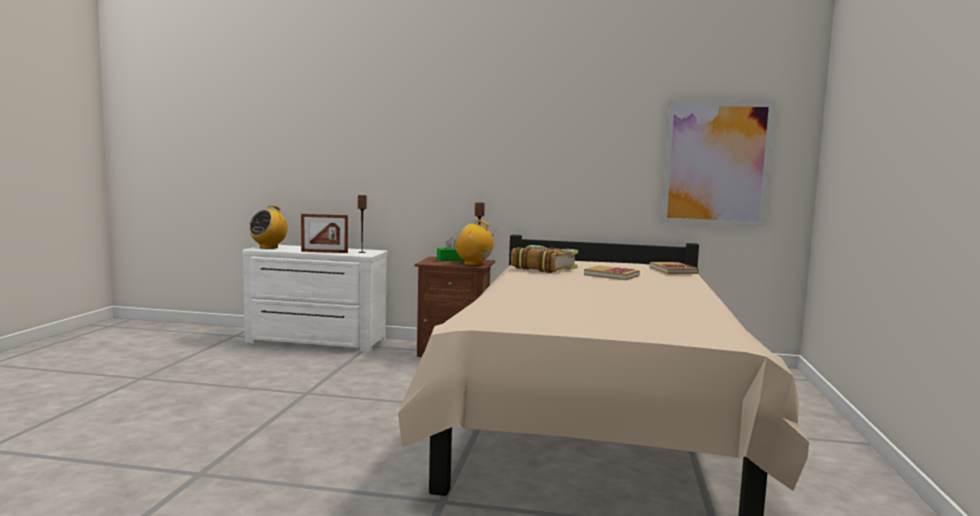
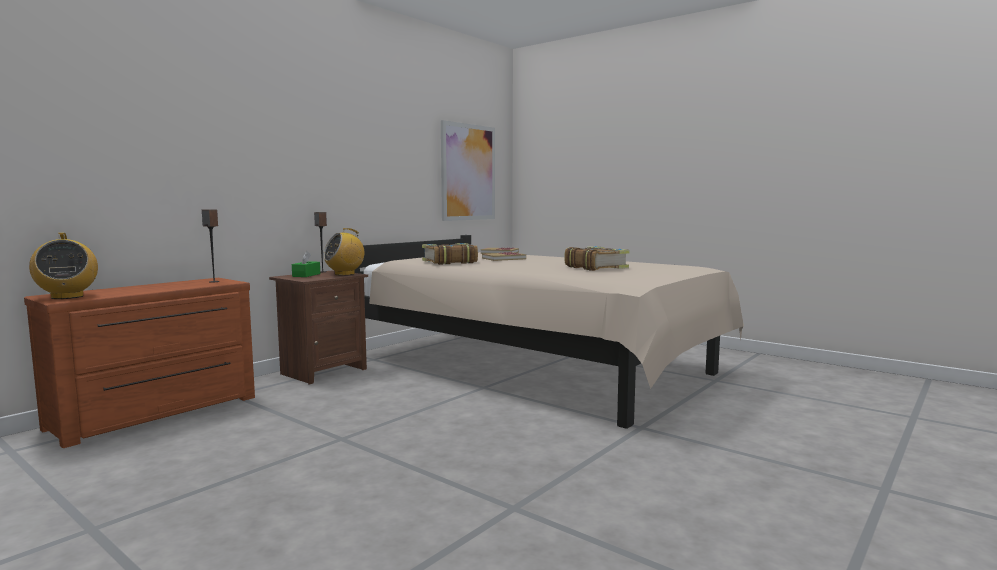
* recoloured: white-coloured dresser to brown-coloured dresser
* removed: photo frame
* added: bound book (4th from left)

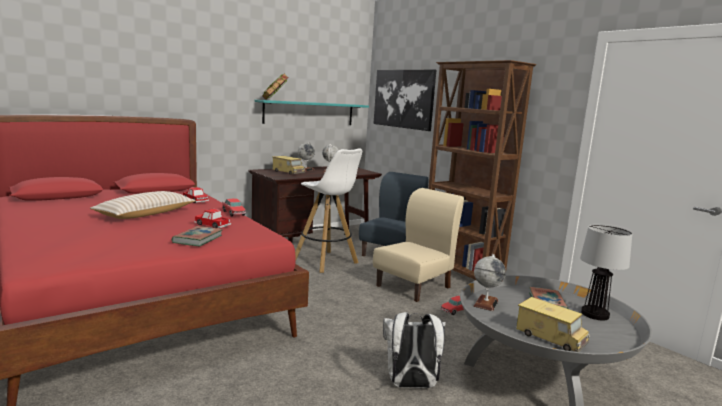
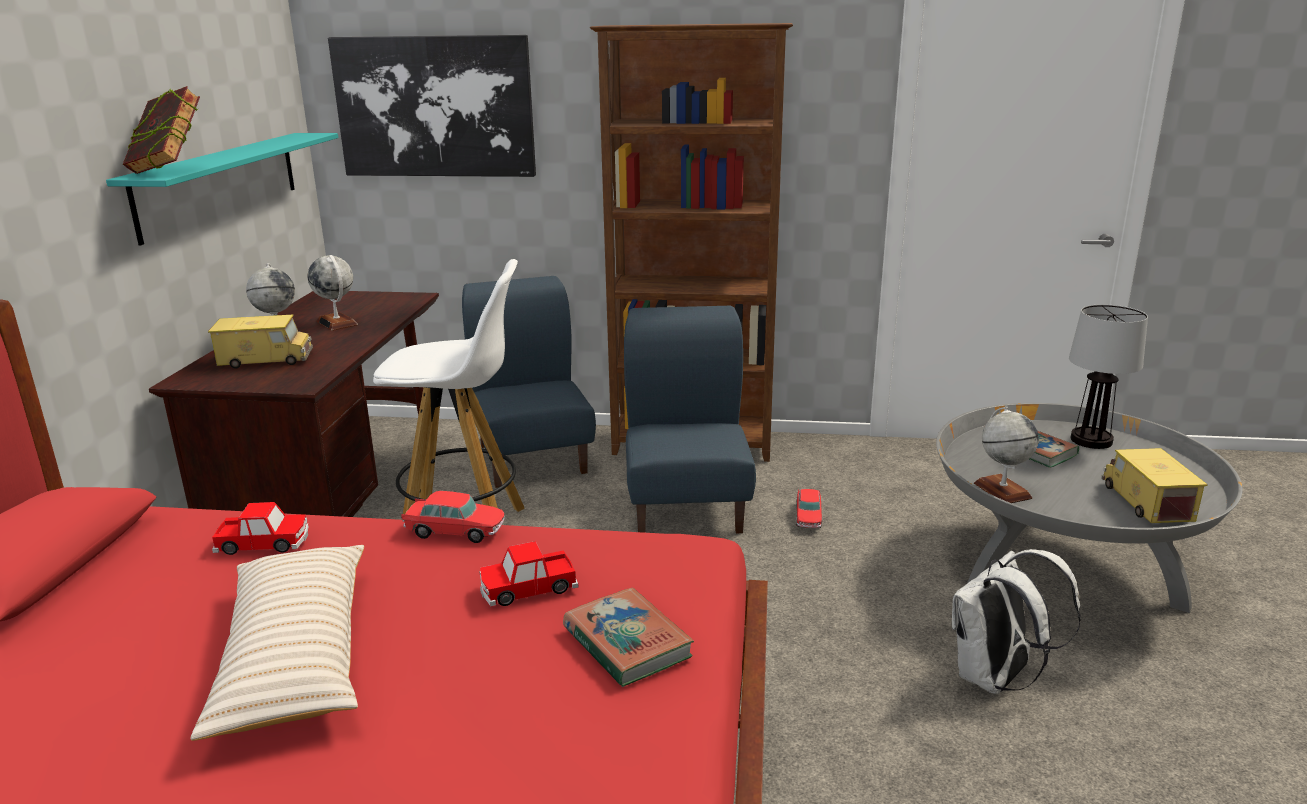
* recoloured: beige-coloured upright chair to bluish upright chair (2nd from left)
* turned: model truck (2nd from left) 90 degrees counterclockwise

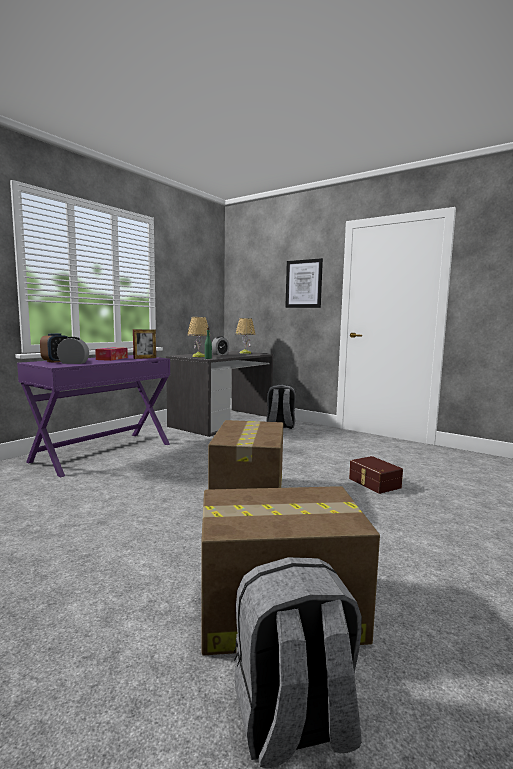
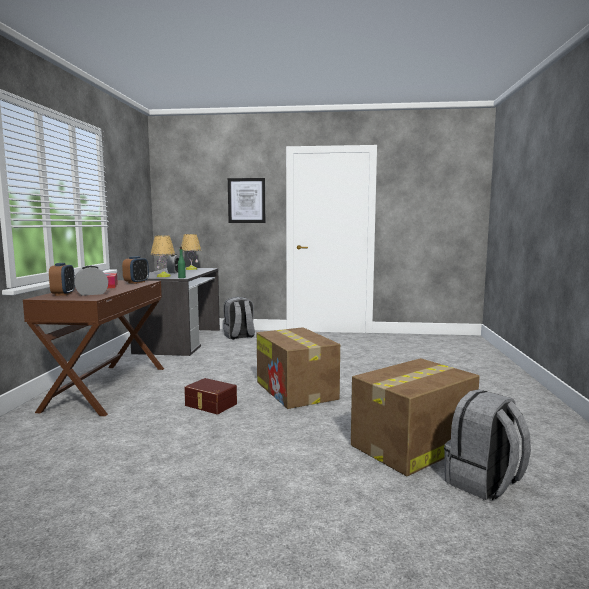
* recoloured: purple-coloured desk to brown-coloured desk
* replaced: photo frame to table clock (3rd from left)
* moved: brown-coloured storage box

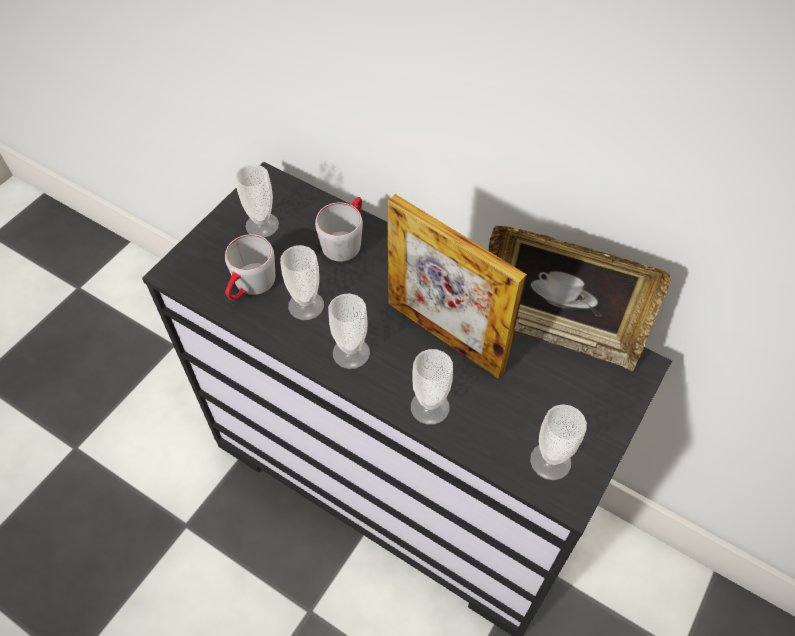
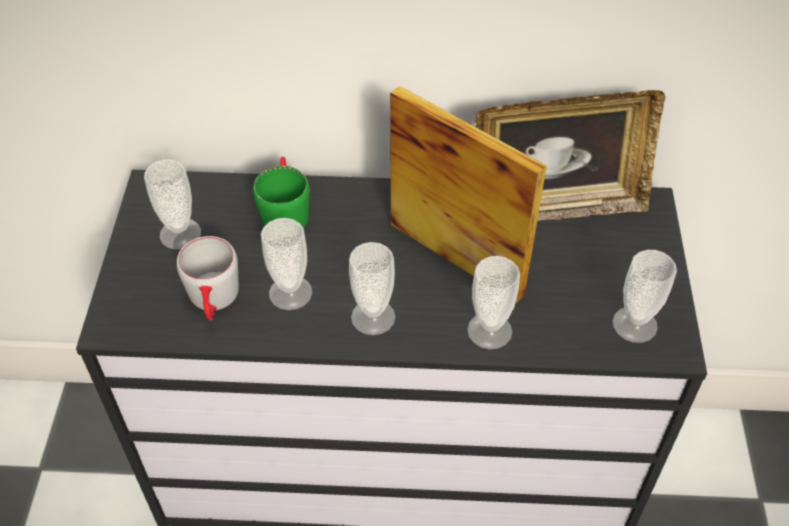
* recoloured: grey mug (2nd from left) to green mug
* turned: photo frame (1st from left) 150 degrees counterclockwise

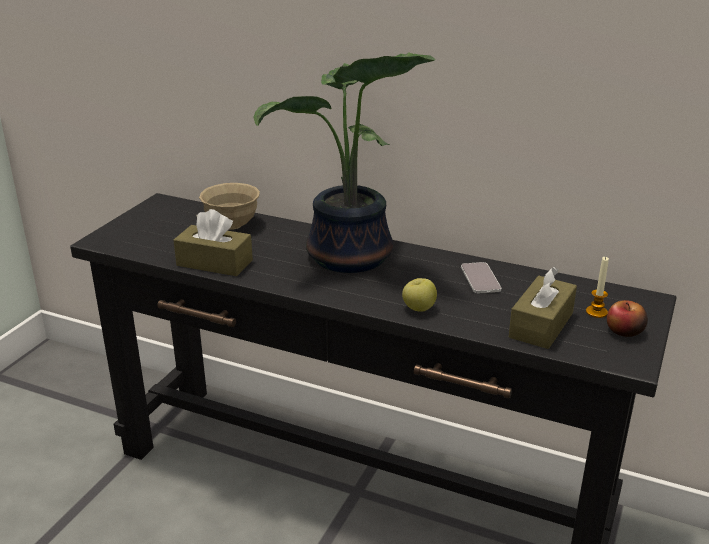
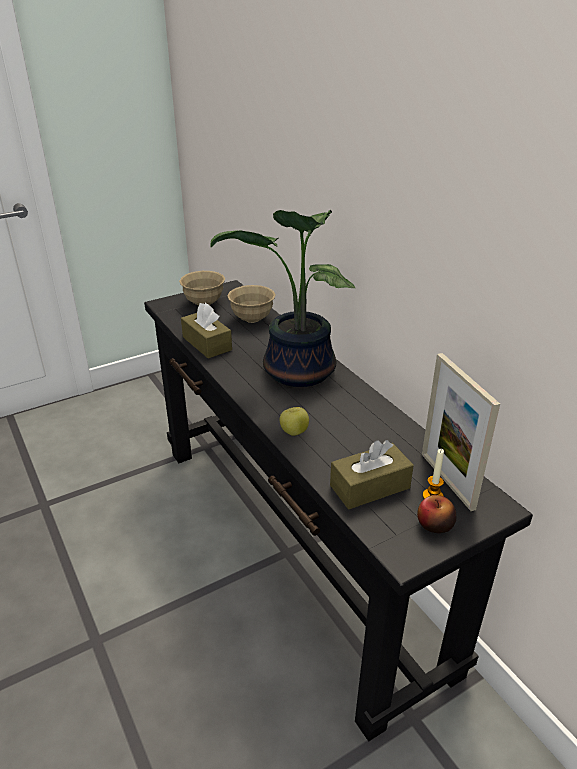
* removed: phone
* added: beige-coloured deep dish (1st from left)
* added: photo frame

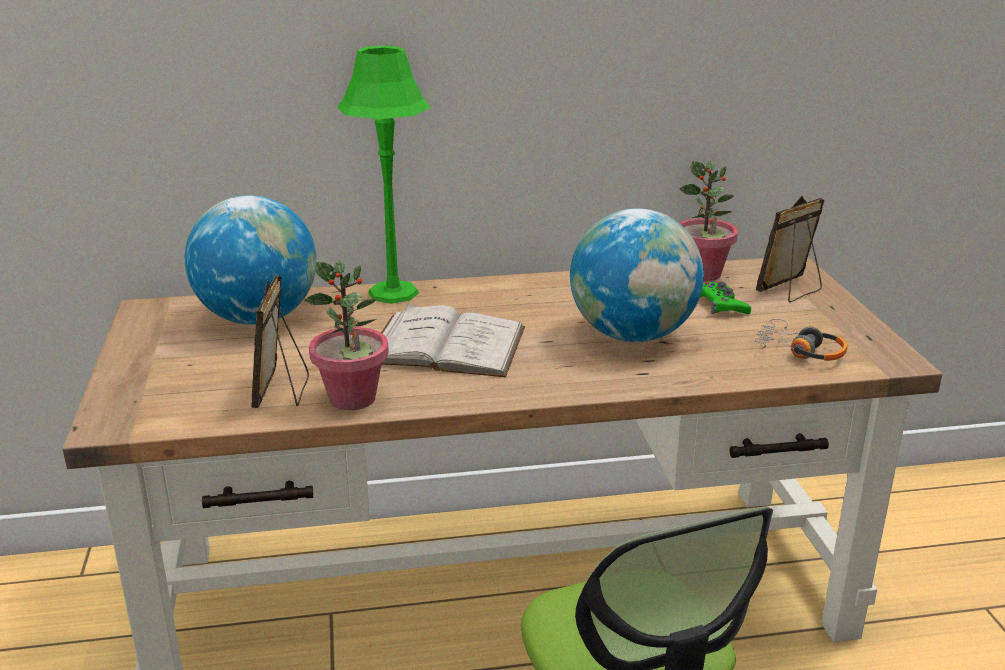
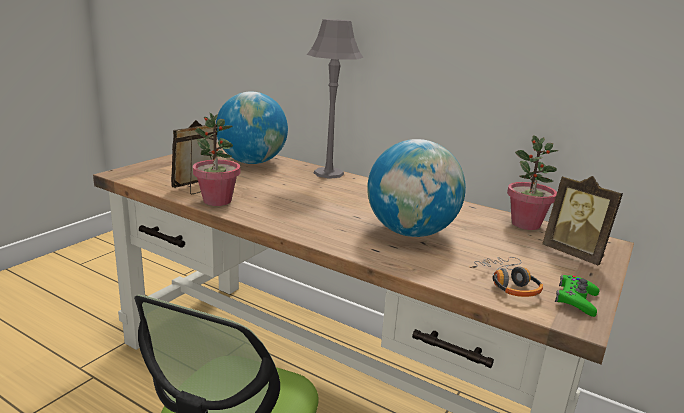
* recoloured: green tabletop lamp to grey tabletop lamp
* removed: white-coloured bound book
* moved: green game controller
* turned: photo frame (2nd from left) 135 degrees counterclockwise

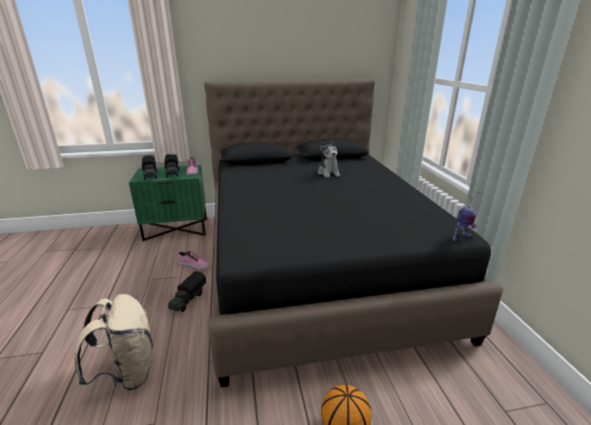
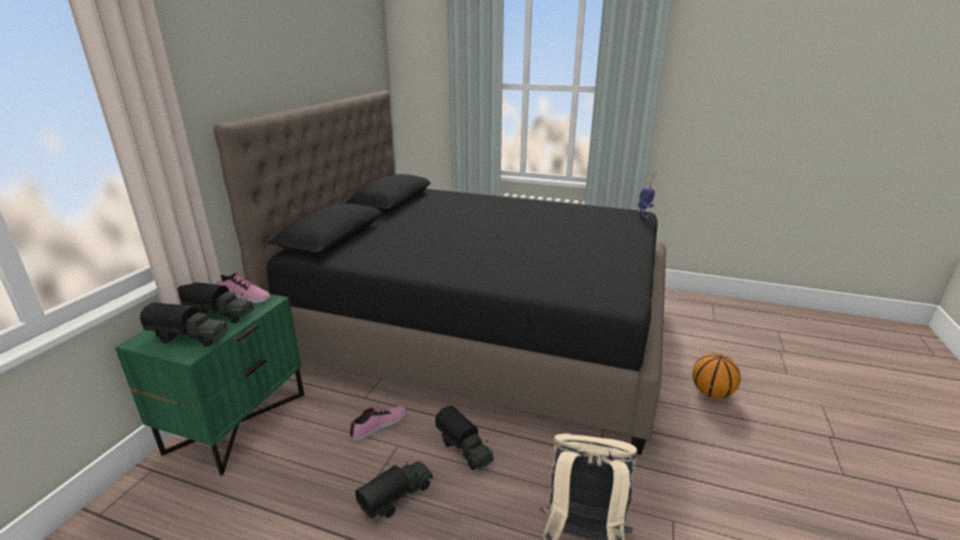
* removed: cuddly toy
* added: model truck (3rd from left)

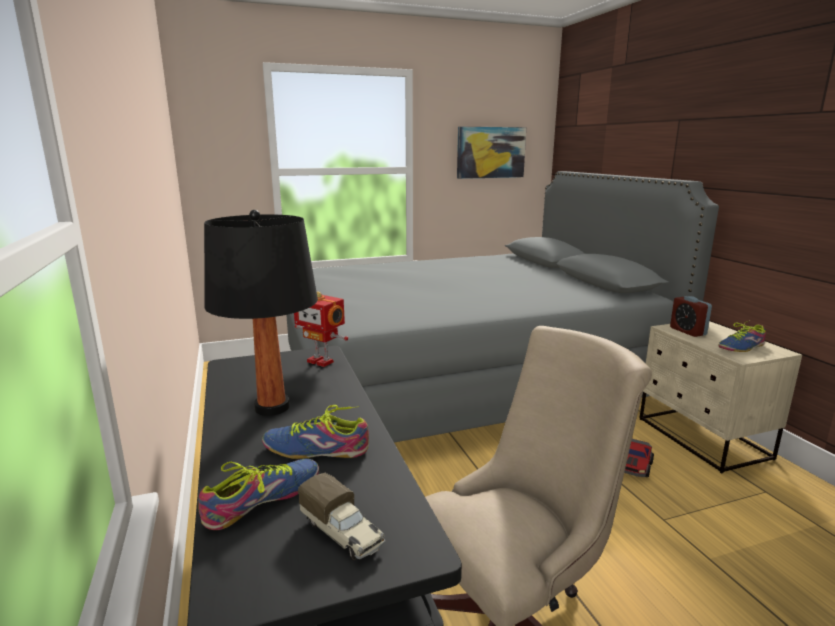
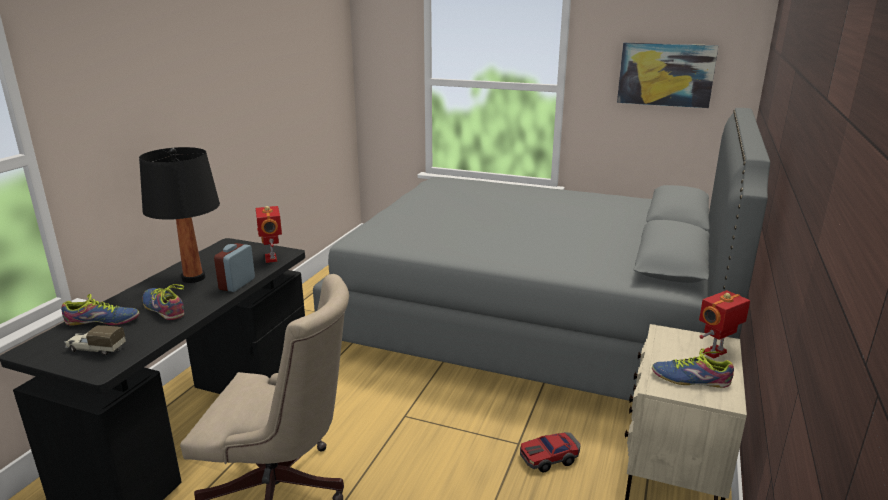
* turned: model truck 105 degrees clockwise
* moved: table clock
* added: robot figure (2nd from left)

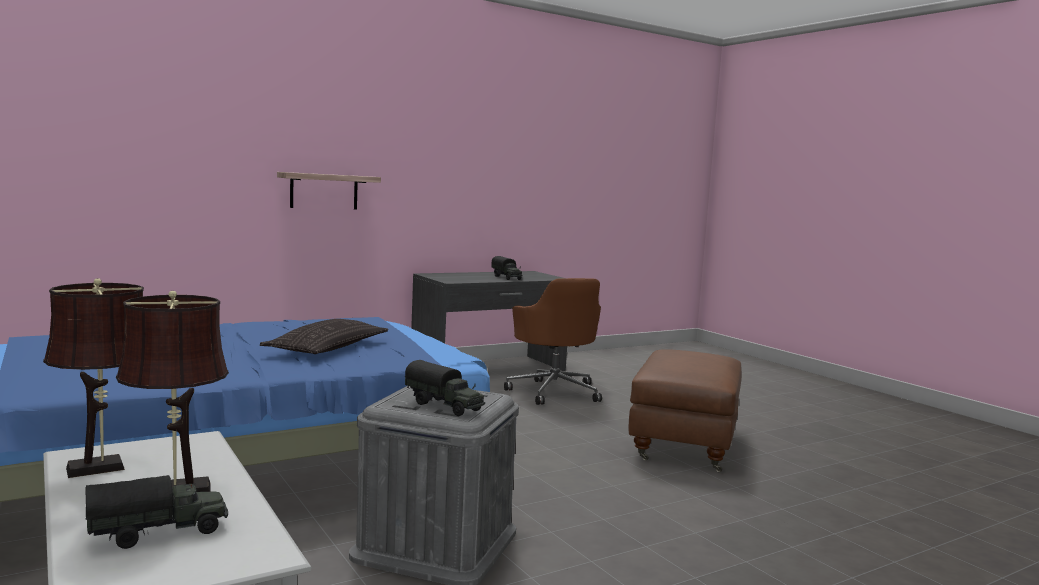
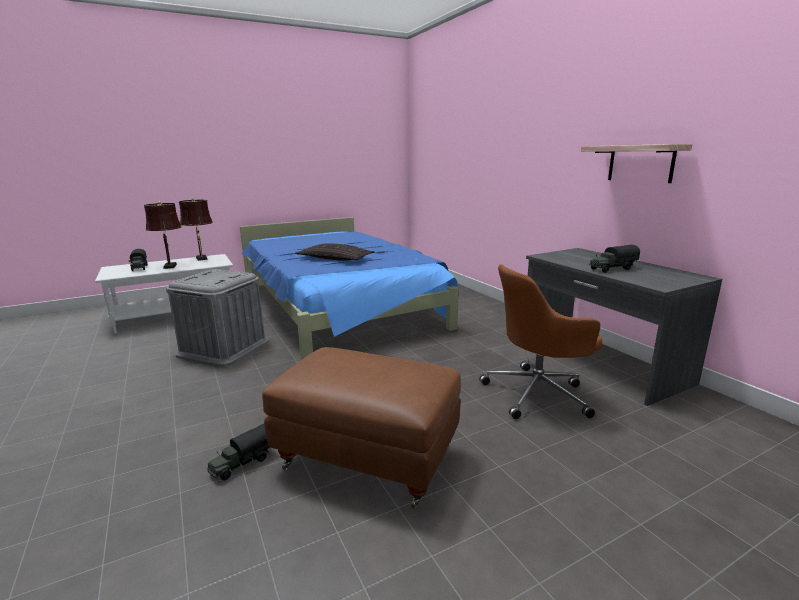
* moved: shelf
* moved: model truck (2nd from left)

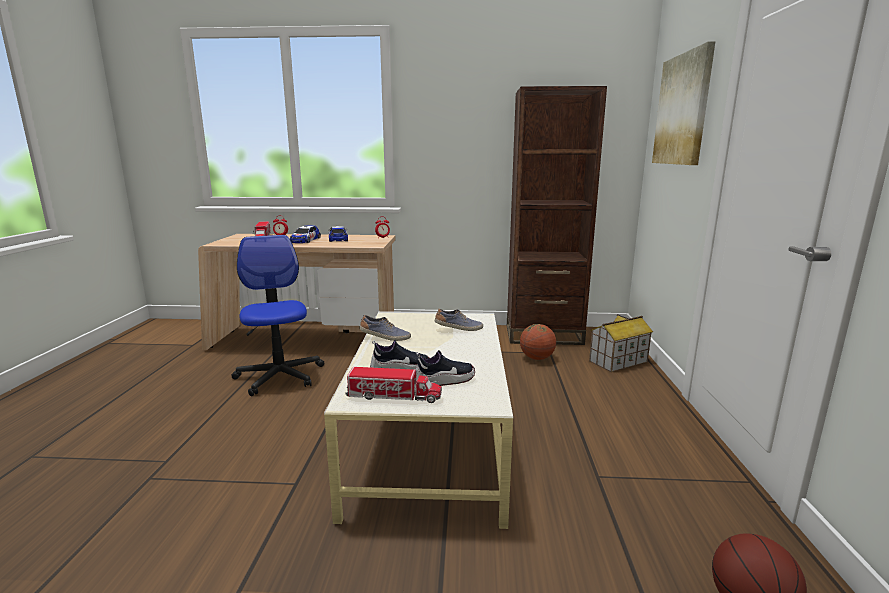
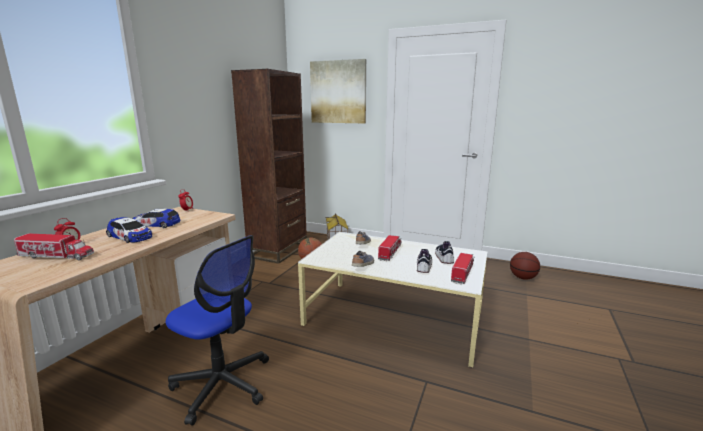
* turned: computer chair 150 degrees counterclockwise
* added: model truck (2nd from left)

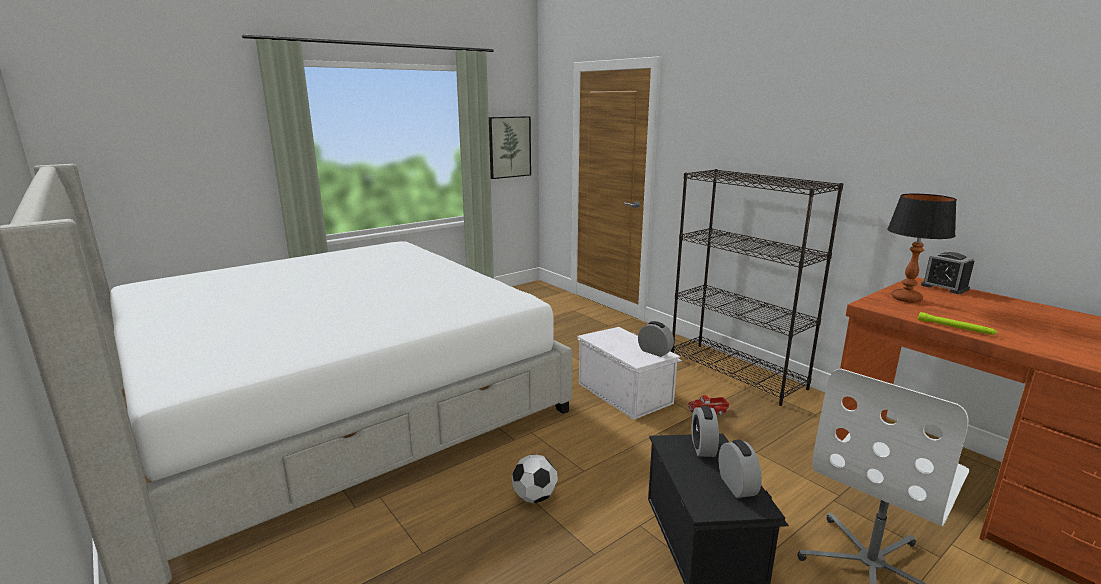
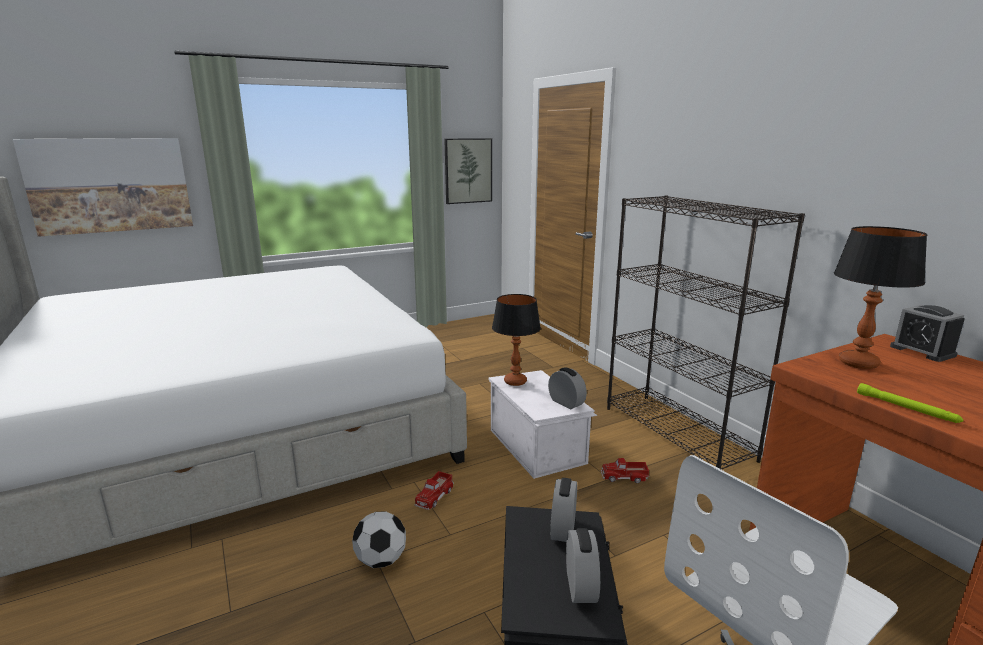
* added: wall picture (1st from left)
* added: model truck (1st from left)
* added: tabletop lamp (1st from left)

